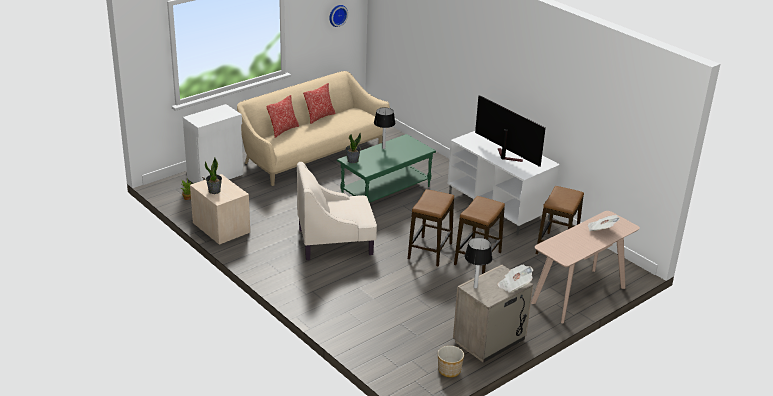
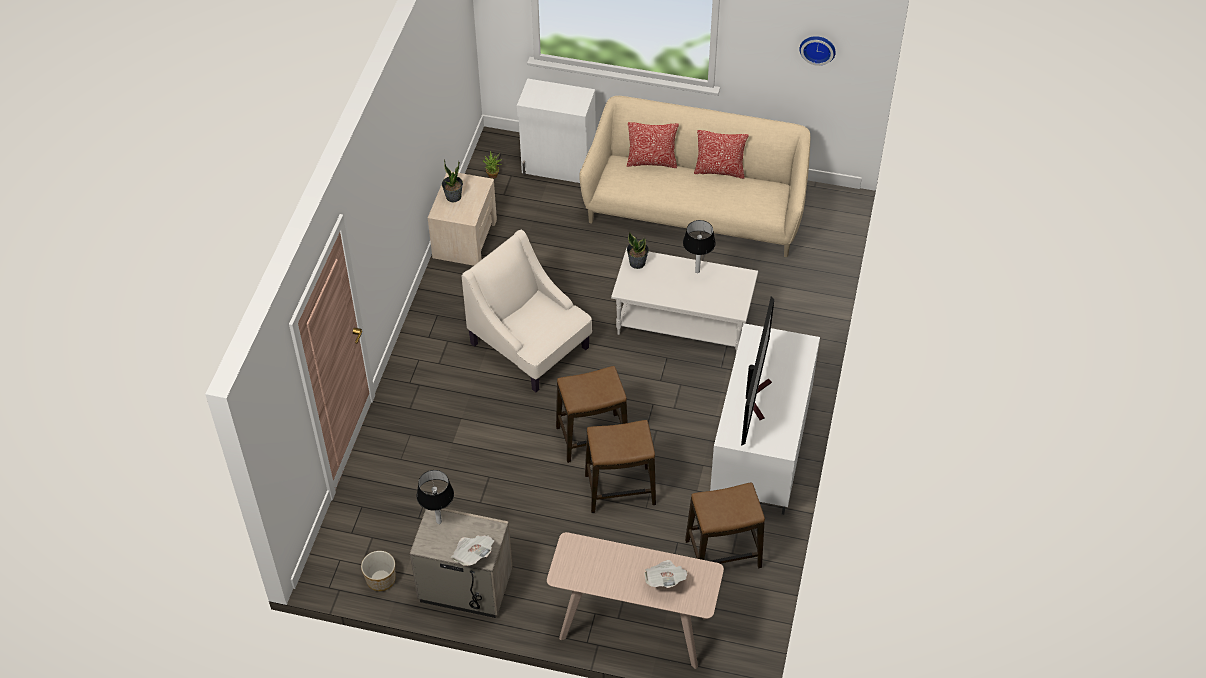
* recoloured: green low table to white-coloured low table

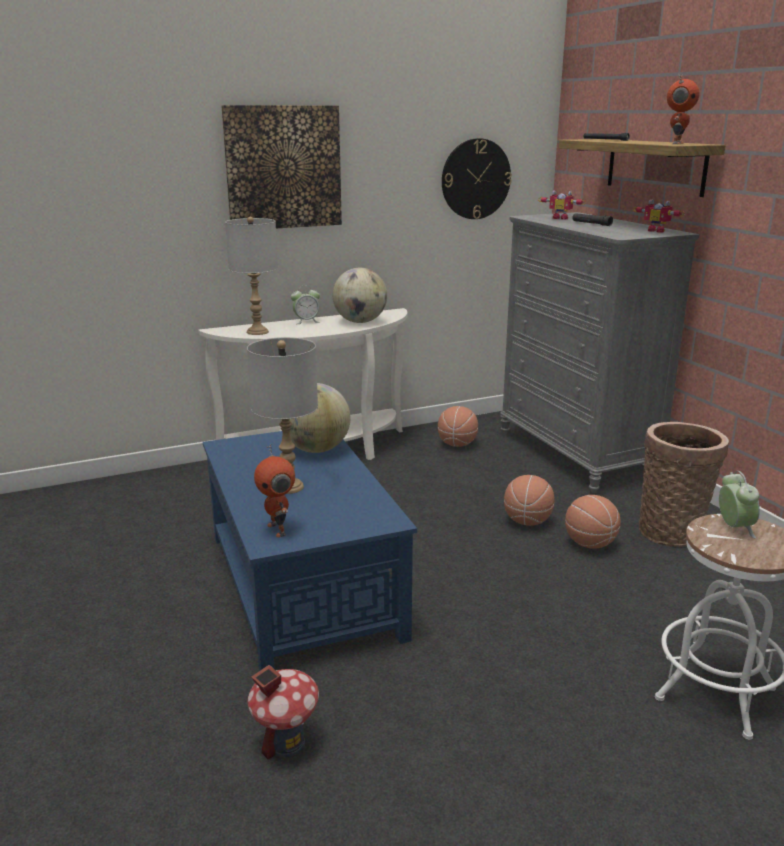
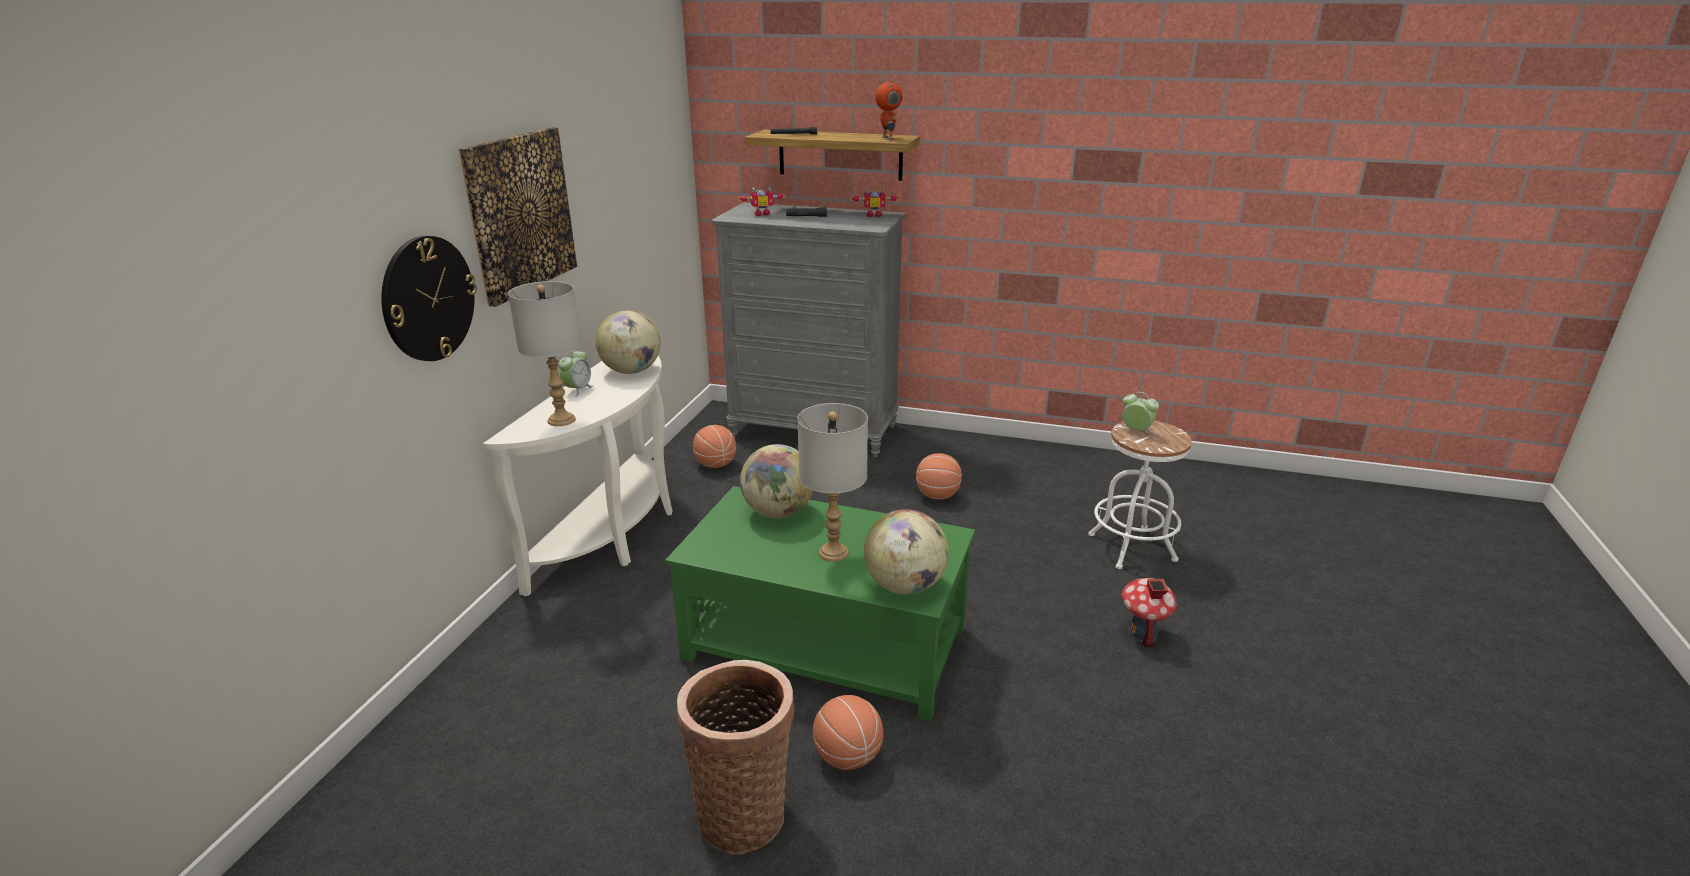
* recoloured: bluish low table to green low table
* moved: toy house
* replaced: robot figure (1st from left) to globe (3rd from left)
* moved: wall clock
* moved: basketball (2nd from left)
* moved: storage basket

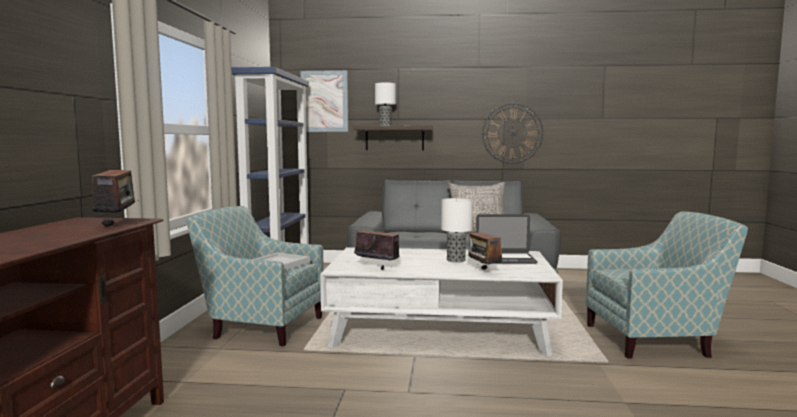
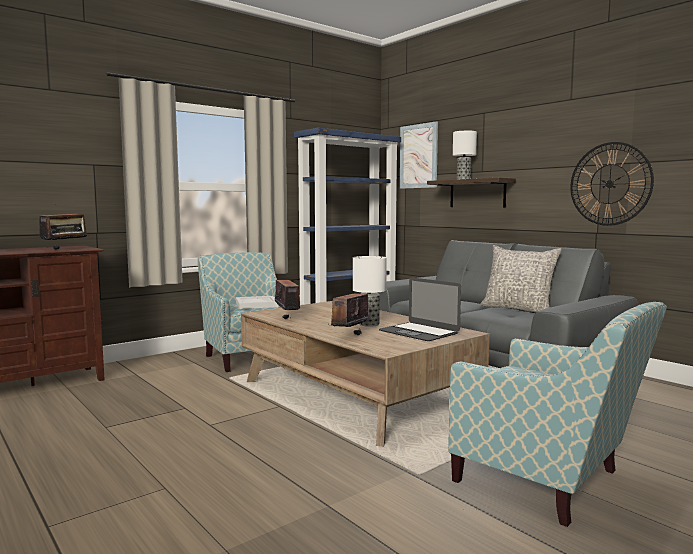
* recoloured: white-coloured low table to brown-coloured low table

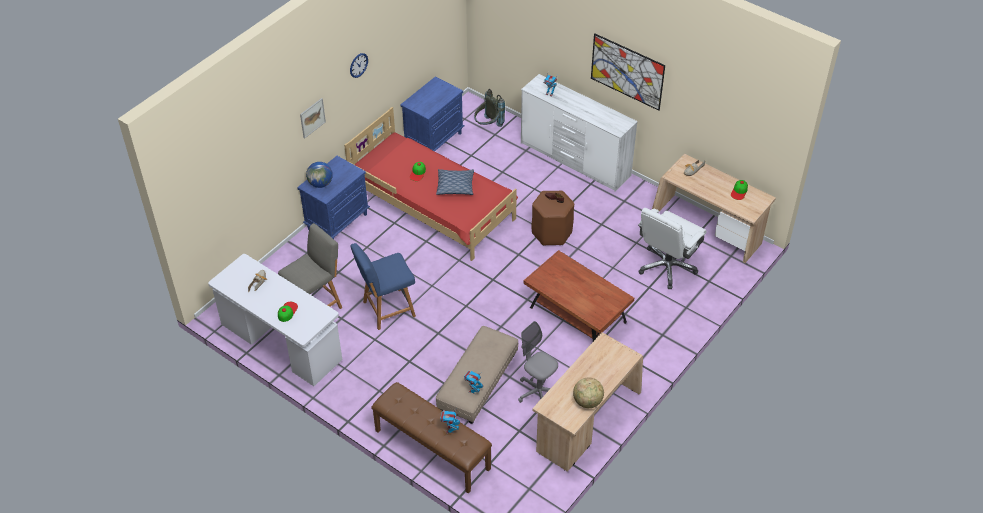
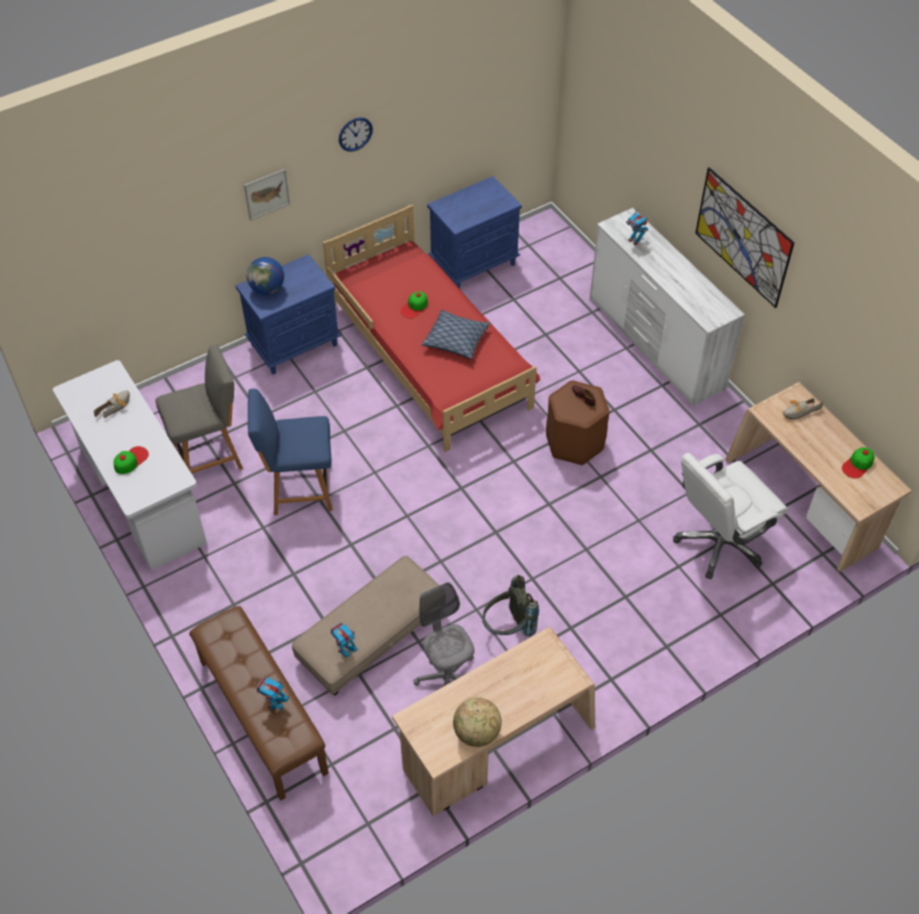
* moved: grey knapsack
* removed: brown-coloured low table

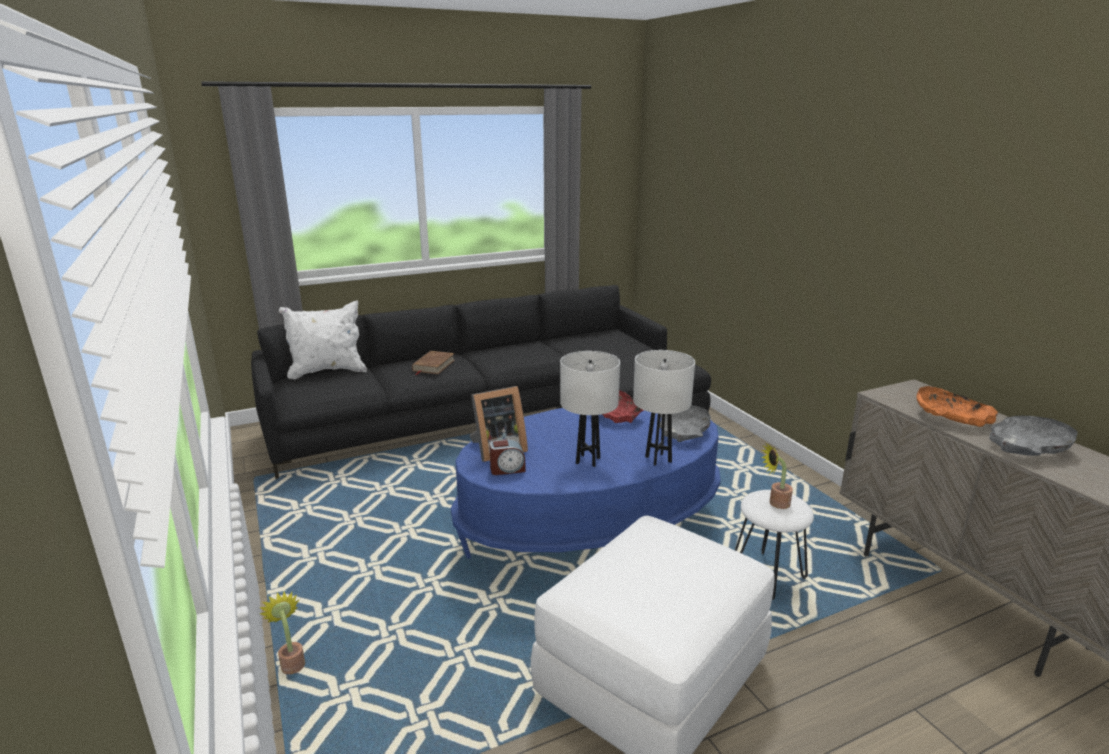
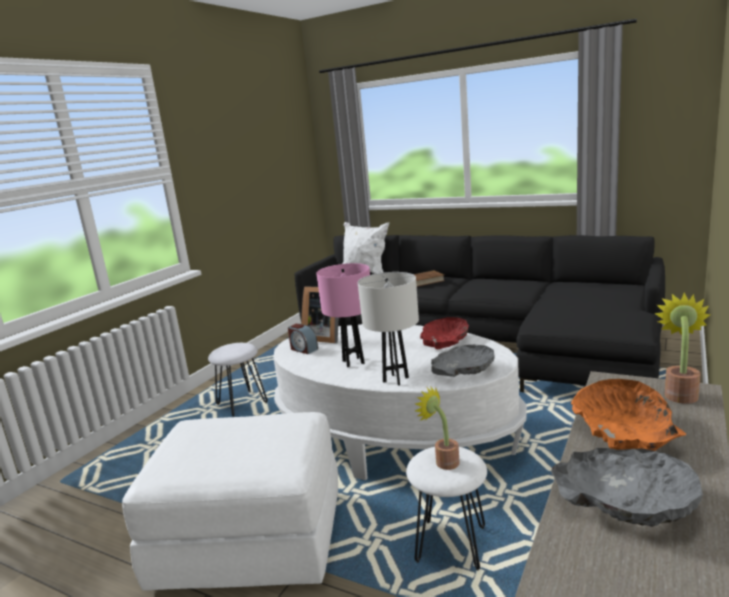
* moved: potted plant (1st from left in the first image) to potted plant (2nd from left)
* recoloured: bluish low table to white-coloured low table
* recoloured: white-coloured tabletop lamp (1st from left) to pink-coloured tabletop lamp
* added: white-coloured stool seat (1st from left)

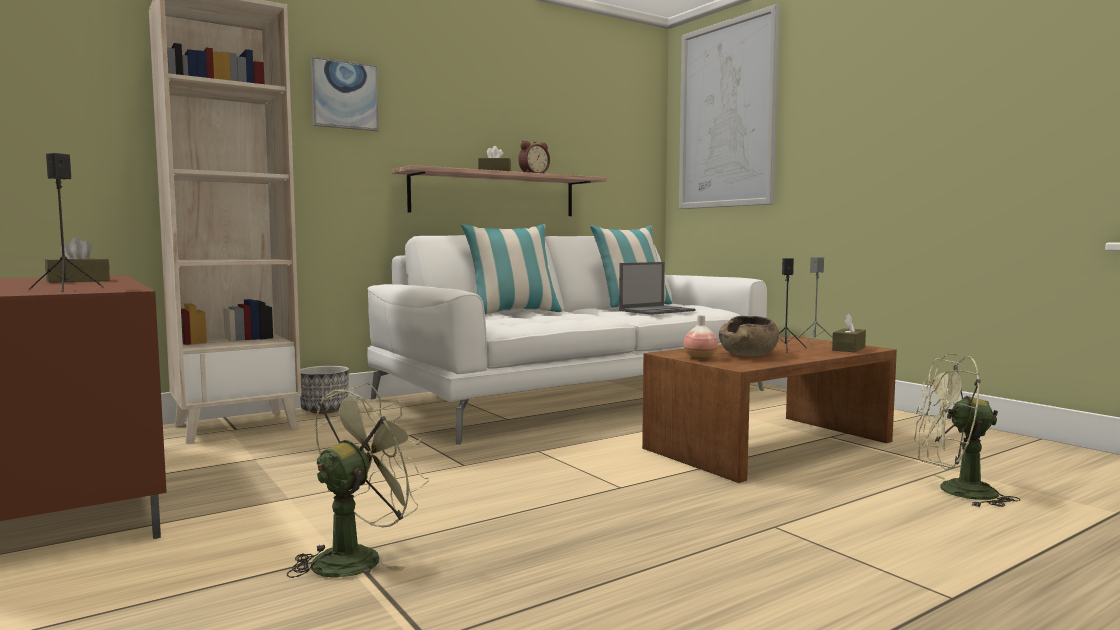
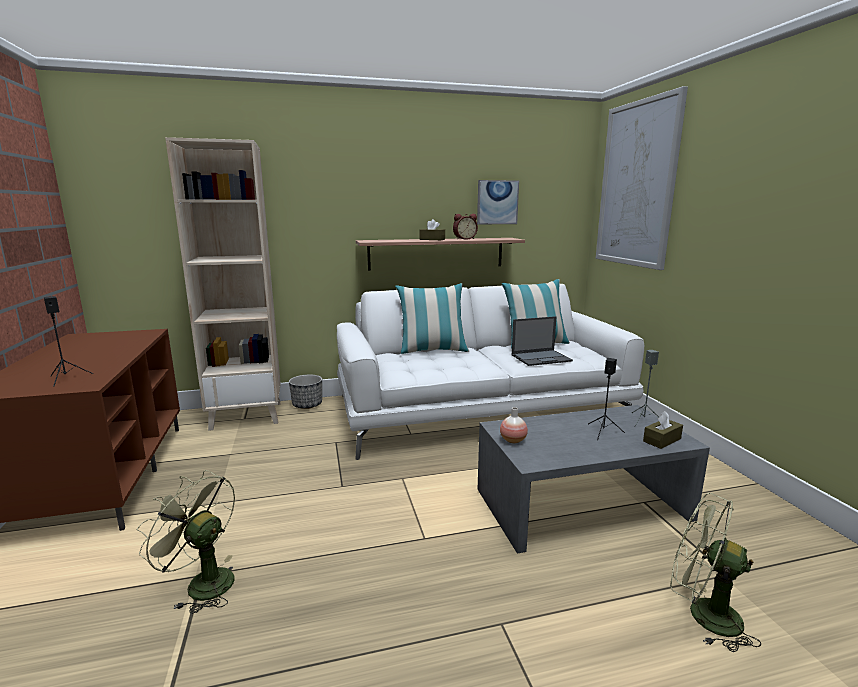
* removed: brown-coloured tissue holder (1st from left)
* turned: green electric fan (1st from left) 120 degrees counterclockwise
* moved: wall picture (1st from left)
* recoloured: brown-coloured low table to grey low table
* removed: brown-coloured deep dish

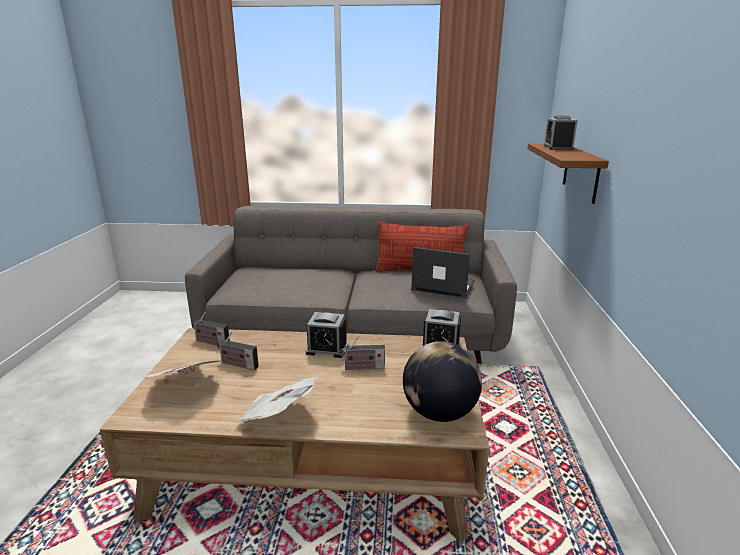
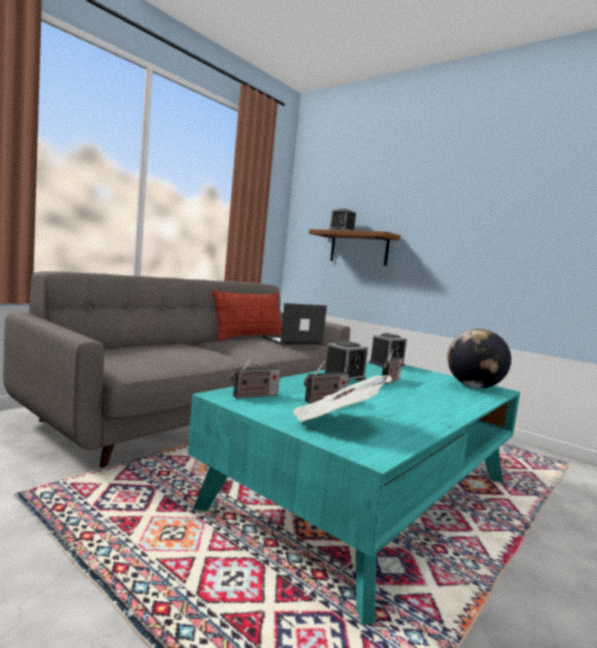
* recoloured: brown-coloured low table to turquoise low table
* removed: printed paper (2nd from left)

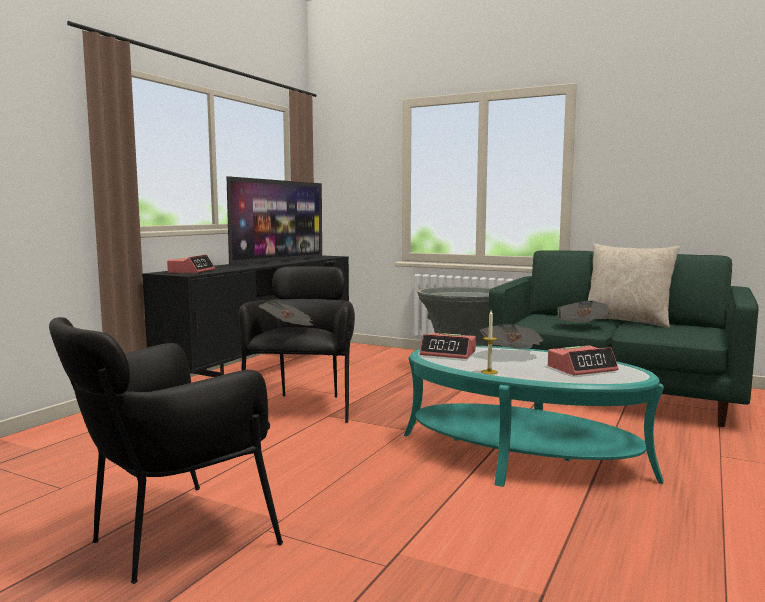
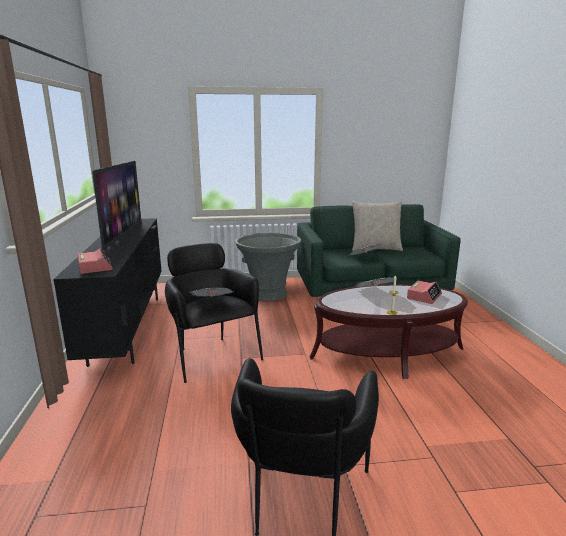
* recoloured: turquoise low table to brown-coloured low table
* removed: table clock (2nd from left)

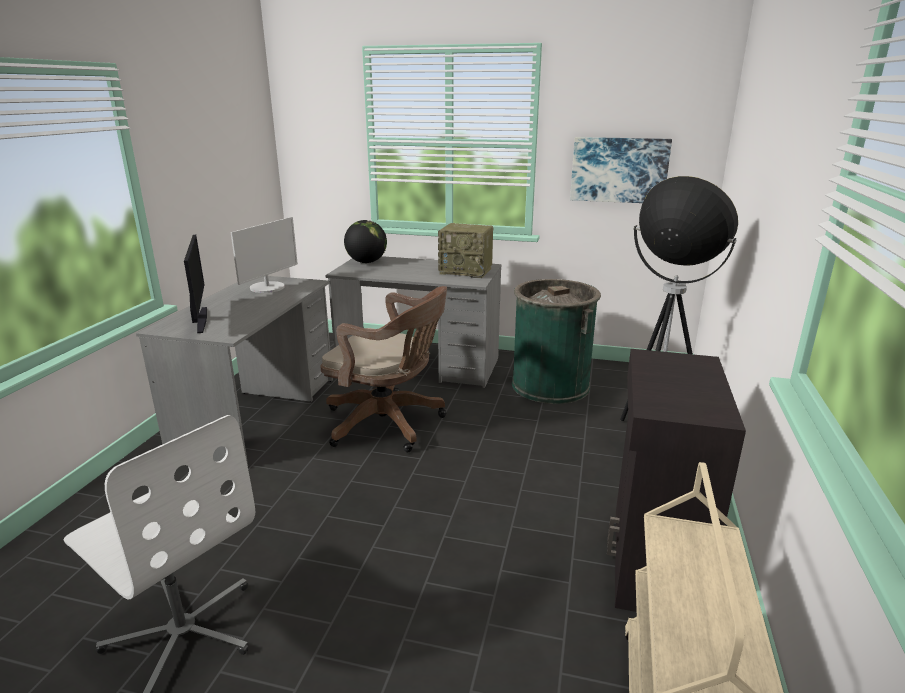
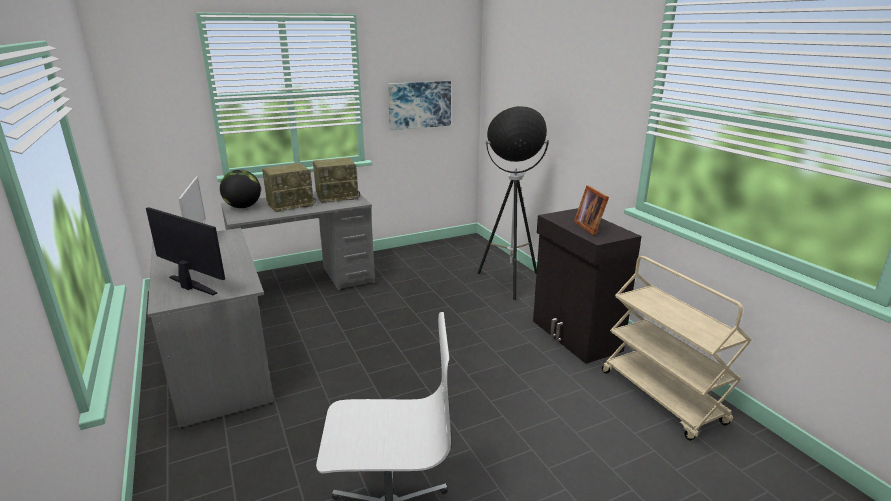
* removed: brown-coloured computer chair
* removed: green rubbish bin
* added: radio (1st from left)
* added: photo frame

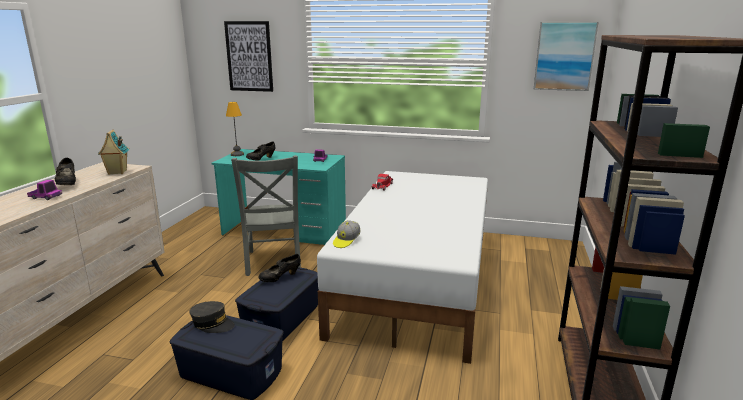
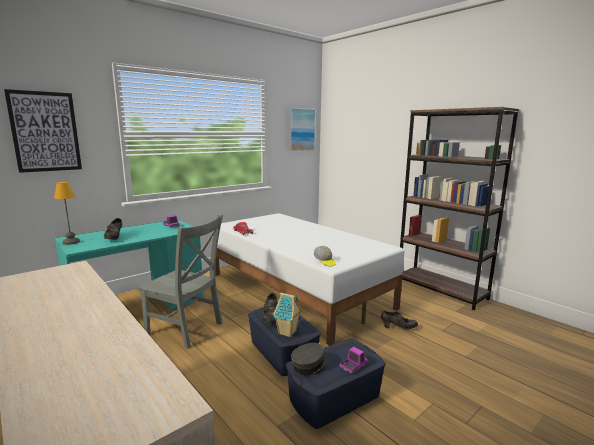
* moved: model truck (1st from left in the first image) to model truck (2nd from left)
* moved: blackish item of footwear (1st from left in the first image) to blackish item of footwear (3rd from left)
* moved: toy house

